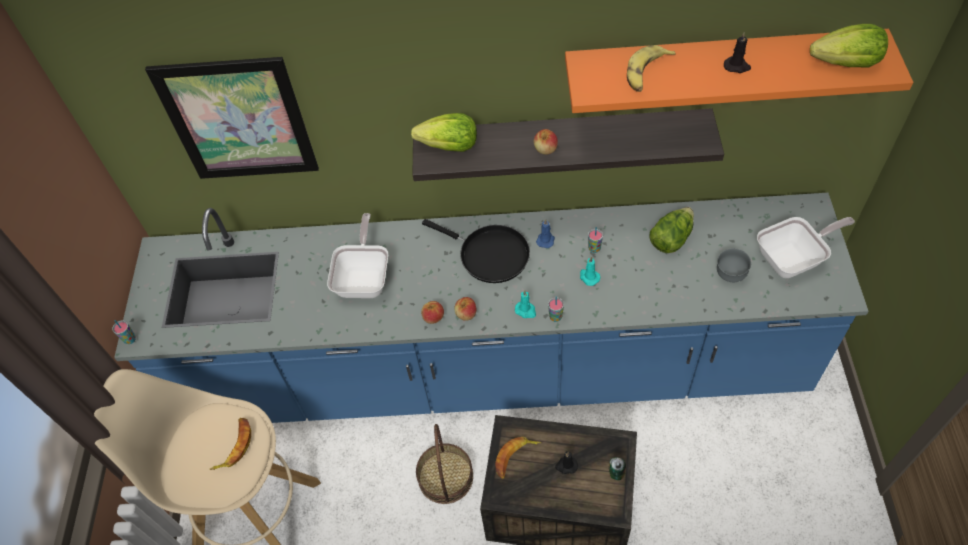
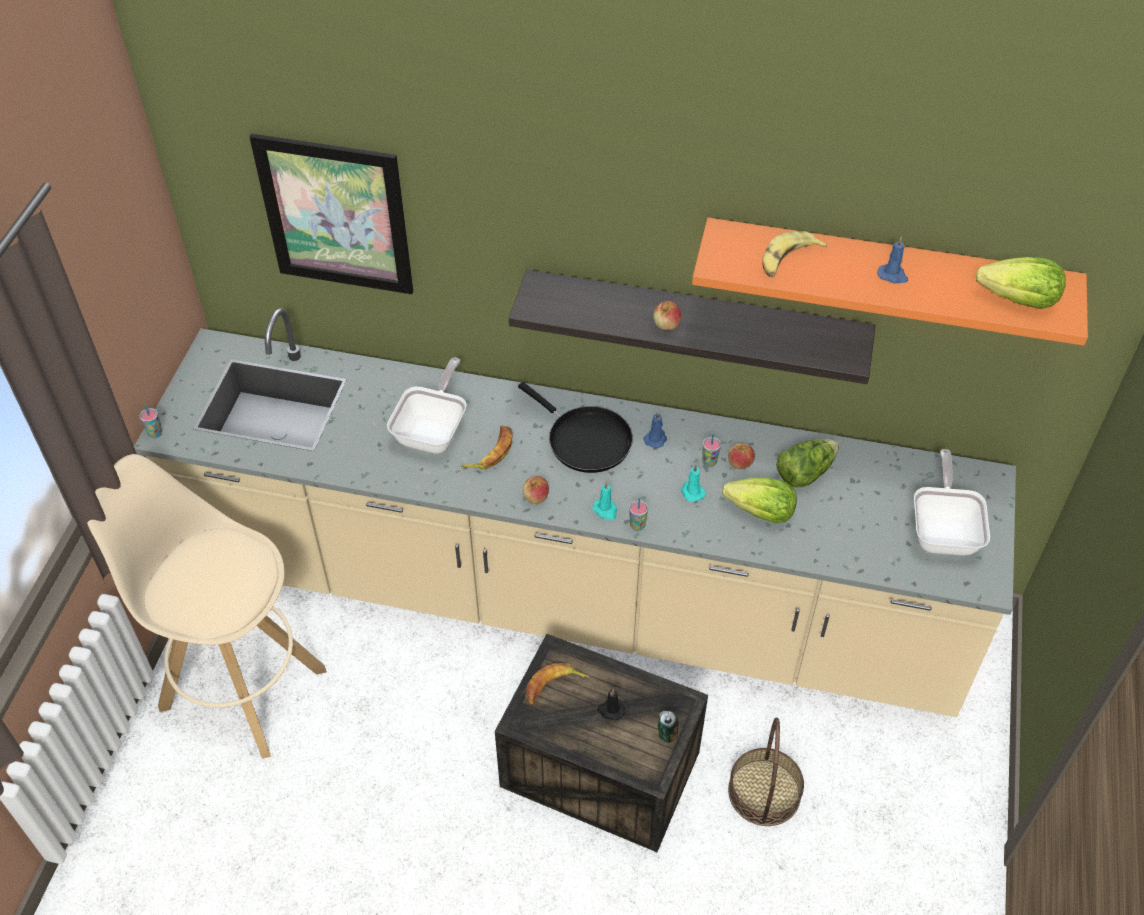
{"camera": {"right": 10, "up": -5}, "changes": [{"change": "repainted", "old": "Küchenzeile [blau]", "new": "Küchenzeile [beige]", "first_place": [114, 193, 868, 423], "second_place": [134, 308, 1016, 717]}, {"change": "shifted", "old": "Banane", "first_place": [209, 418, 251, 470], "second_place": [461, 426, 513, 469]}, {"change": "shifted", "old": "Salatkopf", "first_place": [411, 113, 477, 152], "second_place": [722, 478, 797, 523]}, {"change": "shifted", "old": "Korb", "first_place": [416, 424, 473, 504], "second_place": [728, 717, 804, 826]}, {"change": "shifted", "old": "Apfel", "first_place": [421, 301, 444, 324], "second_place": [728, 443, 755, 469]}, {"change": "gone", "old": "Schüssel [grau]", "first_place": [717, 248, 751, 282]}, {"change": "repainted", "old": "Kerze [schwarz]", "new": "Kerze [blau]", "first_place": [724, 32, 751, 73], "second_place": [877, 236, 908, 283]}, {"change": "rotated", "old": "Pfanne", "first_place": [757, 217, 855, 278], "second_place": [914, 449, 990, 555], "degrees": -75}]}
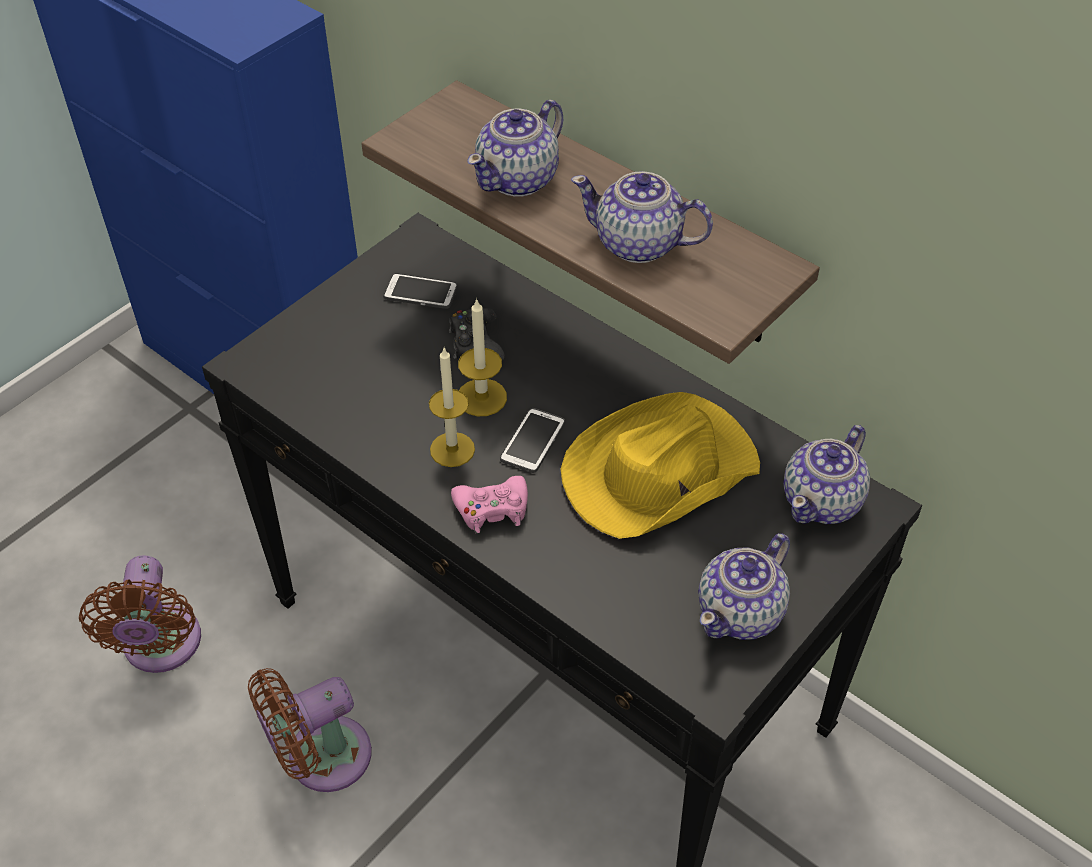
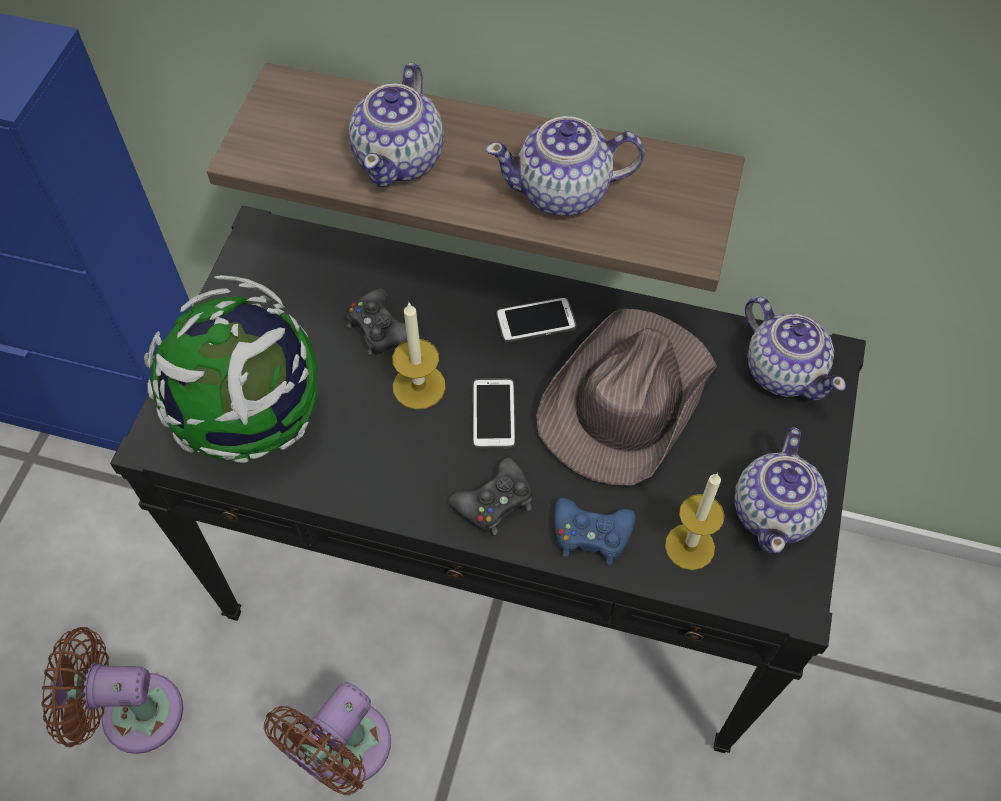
{"camera": {"right": -25, "up": 10}, "changes": [{"change": "rotated", "old": "Ventilator [braun]", "first_place": [79, 556, 201, 673], "second_place": [41, 627, 183, 754], "degrees": 120}, {"change": "shifted", "old": "Handy", "first_place": [383, 273, 458, 309], "second_place": [496, 297, 576, 343]}, {"change": "shifted", "old": "Kerze", "first_place": [429, 348, 475, 467], "second_place": [665, 473, 725, 570]}, {"change": "repainted", "old": "Gamepad [rosa]", "new": "Gamepad [schwarz]", "first_place": [451, 476, 528, 533], "second_place": [448, 458, 533, 535]}, {"change": "repainted", "old": "Hut [gelb]", "new": "Hut [braun]", "first_place": [561, 392, 760, 539], "second_place": [536, 308, 717, 486]}, {"change": "rotated", "old": "Teekanne", "first_place": [783, 425, 870, 524], "second_place": [745, 297, 846, 400], "degrees": -45}, {"change": "new", "new": "Globus", "second_place": [144, 275, 318, 463]}, {"change": "new", "new": "Gamepad [blau]", "second_place": [554, 498, 635, 565]}]}
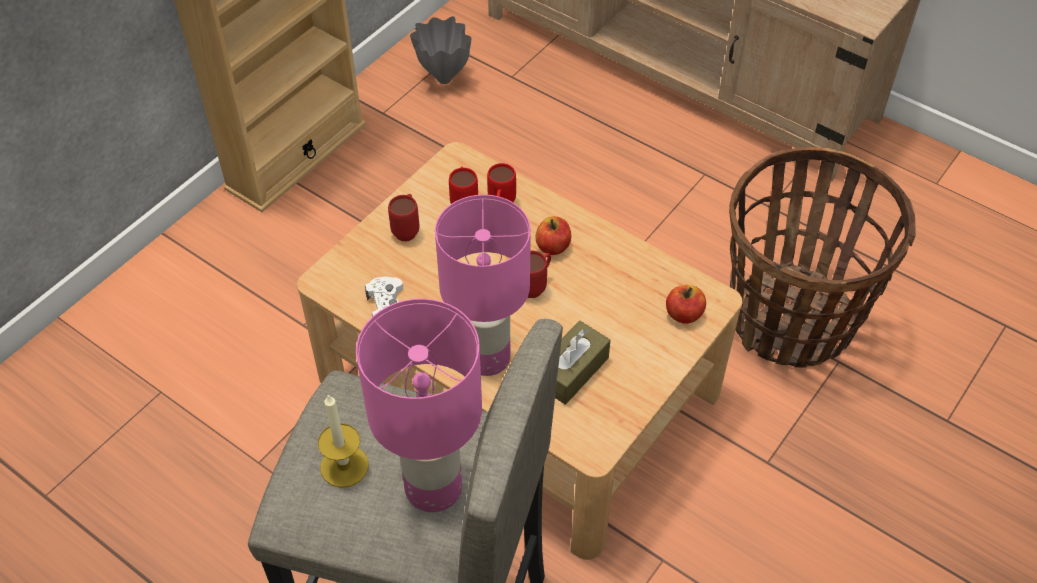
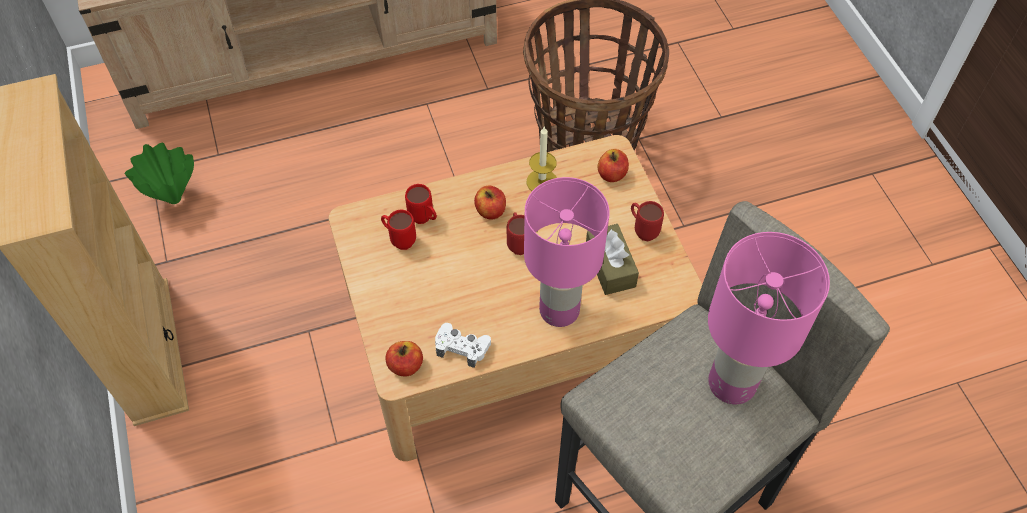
{"camera": {"right": -55, "up": 5}, "changes": [{"change": "shifted", "old": "Kerze", "first_place": [318, 394, 369, 488], "second_place": [526, 127, 557, 191]}, {"change": "shifted", "old": "Henkelbecher [rot]", "first_place": [388, 194, 419, 241], "second_place": [631, 201, 664, 241]}, {"change": "repainted", "old": "Vase [grau]", "new": "Vase [grün]", "first_place": [410, 16, 471, 84], "second_place": [124, 143, 194, 204]}, {"change": "new", "new": "Apfel", "second_place": [385, 341, 423, 377]}]}
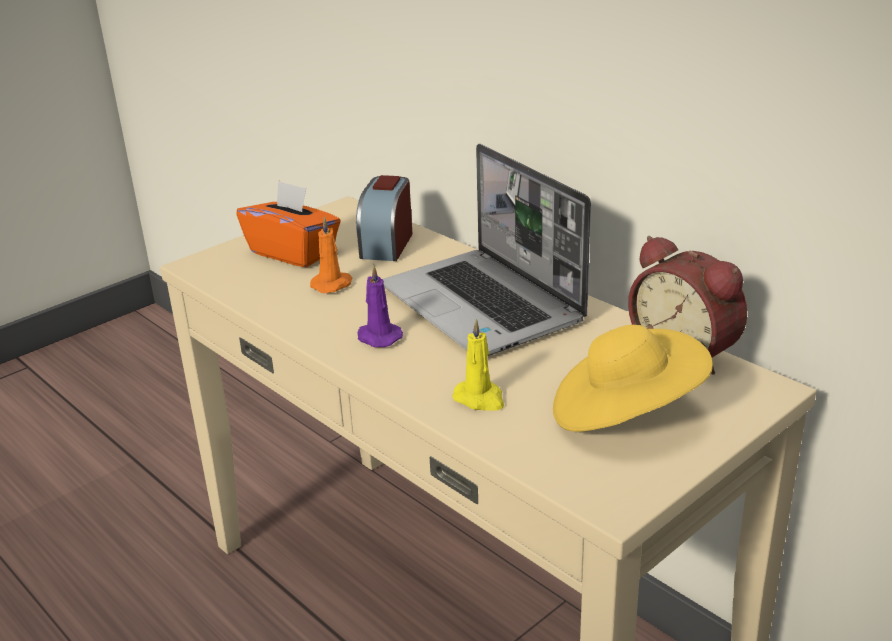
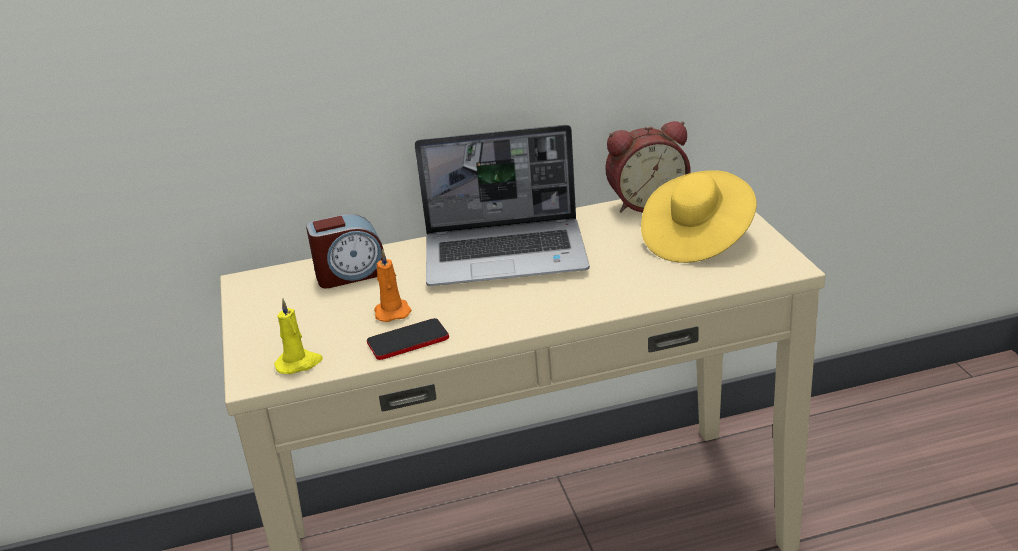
{"camera": {"right": -60, "up": 0}, "changes": [{"change": "gone", "old": "Taschentuchbox [orange]", "first_place": [236, 180, 341, 268]}, {"change": "rotated", "old": "Wecker", "first_place": [356, 175, 413, 261], "second_place": [306, 214, 384, 288], "degrees": -60}, {"change": "gone", "old": "Kerze [lila]", "first_place": [358, 264, 403, 347]}, {"change": "shifted", "old": "Kerze [gelb]", "first_place": [452, 319, 504, 411], "second_place": [274, 299, 323, 374]}, {"change": "new", "new": "Handy", "second_place": [367, 318, 449, 360]}]}
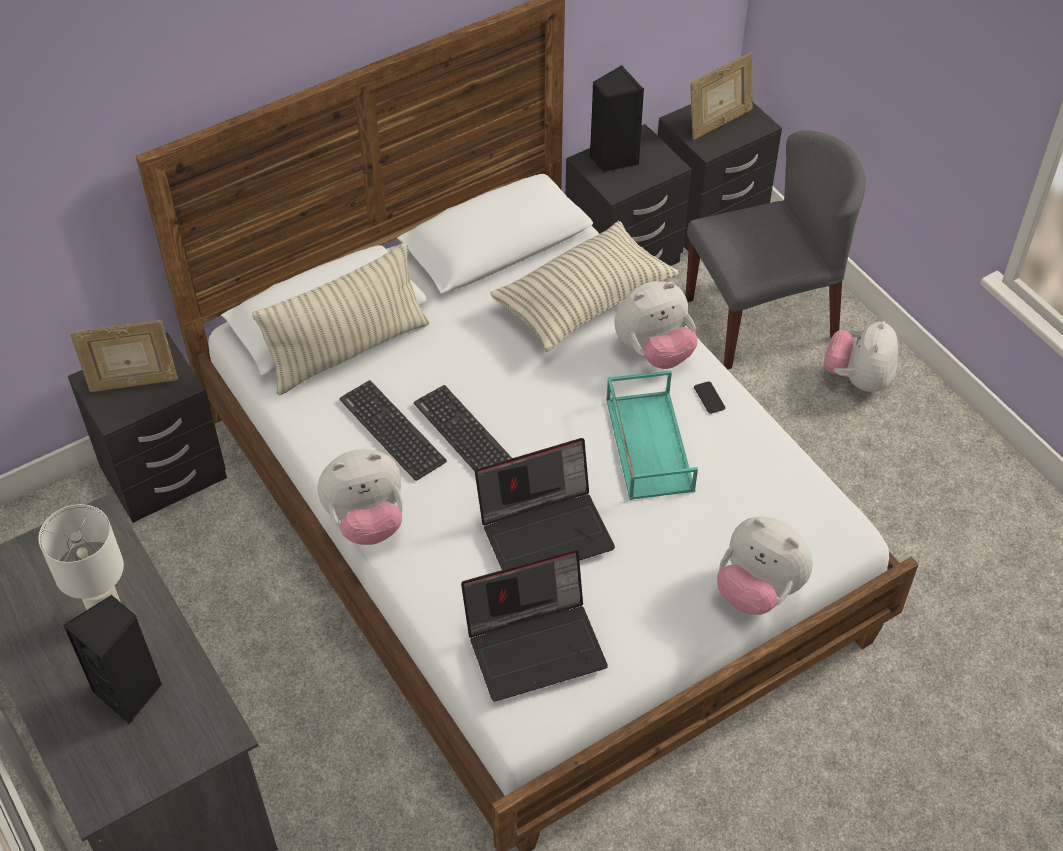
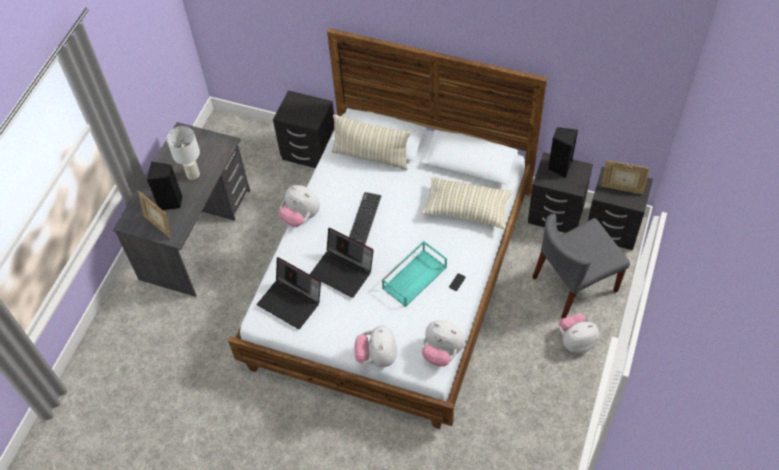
{"camera": {"right": 55, "up": 5}, "changes": [{"change": "shifted", "old": "Bilderrahmen", "first_place": [70, 320, 178, 392], "second_place": [138, 191, 172, 239]}, {"change": "gone", "old": "Tastatur", "first_place": [339, 380, 447, 481]}, {"change": "shifted", "old": "Plüschtier", "first_place": [614, 281, 698, 369], "second_place": [422, 320, 465, 367]}, {"change": "rotated", "old": "Stuhl [grau]", "first_place": [686, 130, 866, 370], "second_place": [533, 214, 630, 319], "degrees": 120}]}
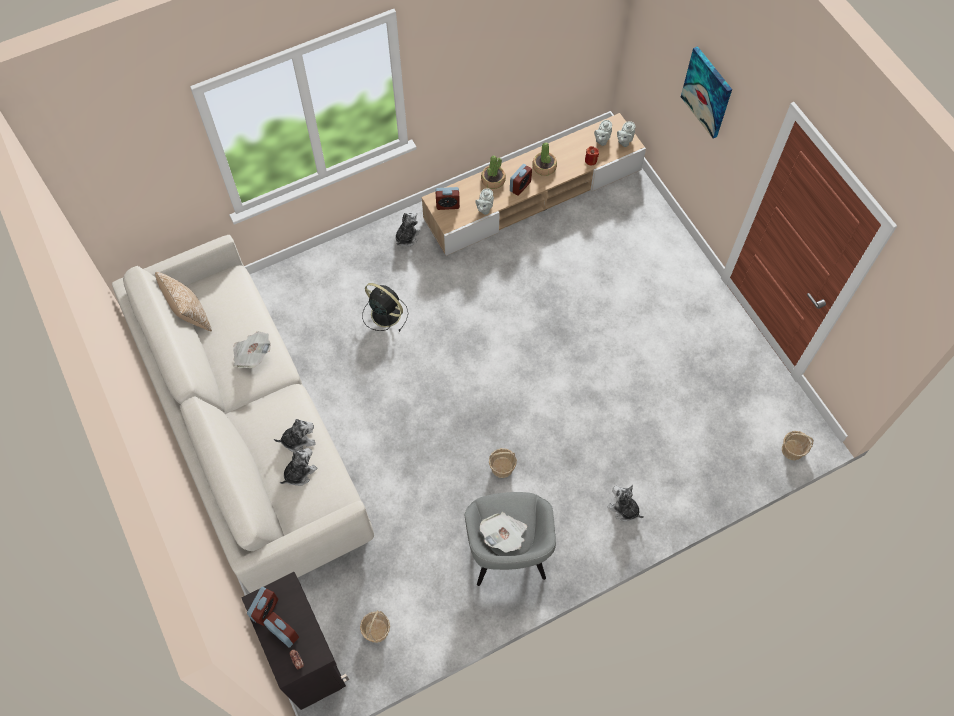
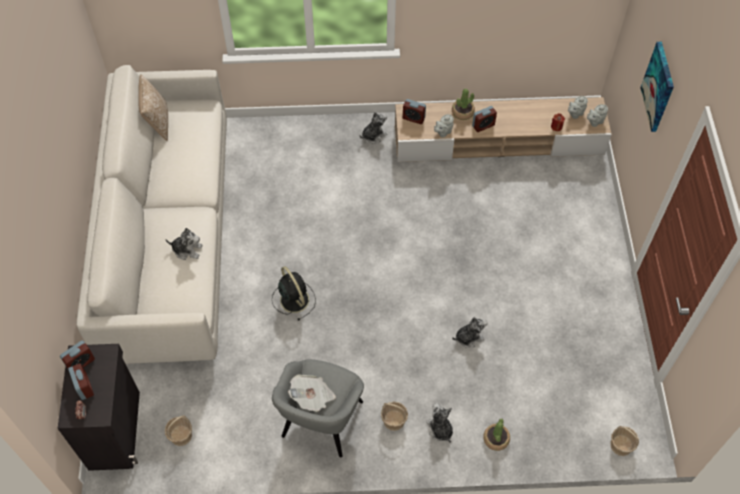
{"camera": {"right": 25, "up": -5}, "changes": [{"change": "gone", "old": "Zeitung", "first_place": [233, 331, 271, 368]}, {"change": "shifted", "old": "Plüschtier", "first_place": [280, 448, 317, 486], "second_place": [452, 317, 488, 348]}, {"change": "shifted", "old": "Ventilator [schwarz]", "first_place": [362, 283, 408, 332], "second_place": [272, 266, 316, 321]}, {"change": "shifted", "old": "Korb", "first_place": [489, 448, 517, 478], "second_place": [381, 402, 408, 431]}, {"change": "shifted", "old": "Topfpflanze", "first_place": [532, 142, 557, 176], "second_place": [483, 418, 510, 451]}]}
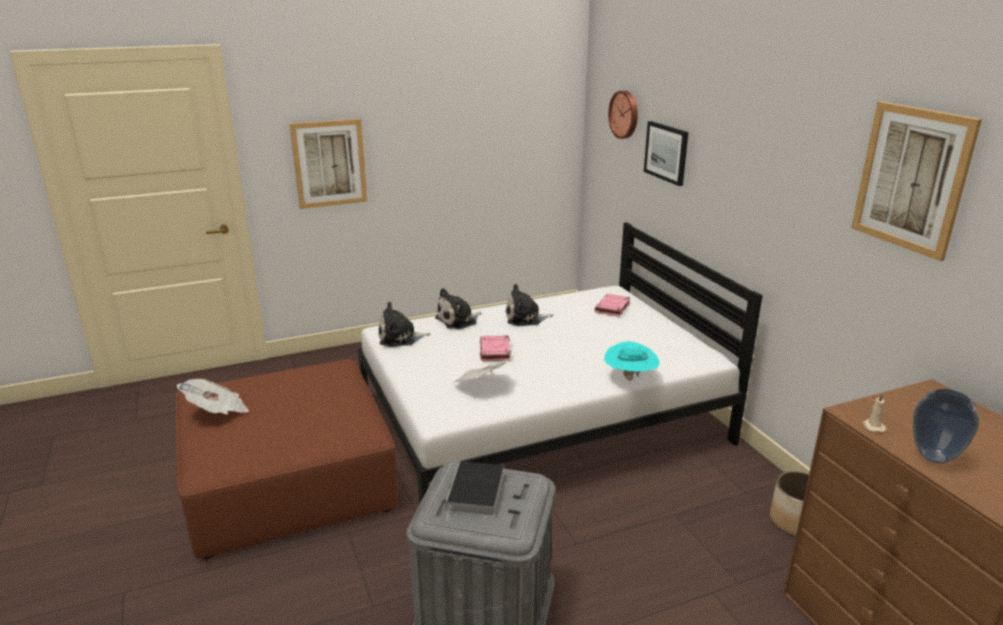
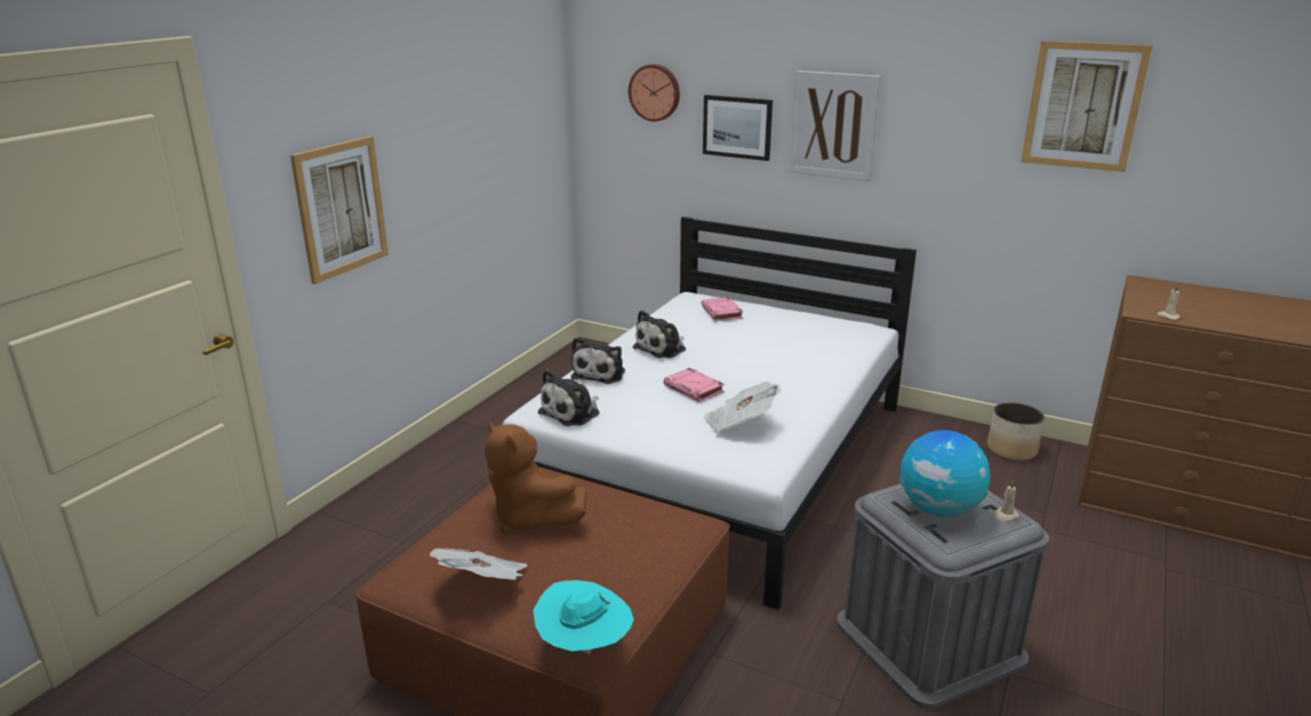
{"camera": {"right": -40, "up": 0}, "changes": [{"change": "swapped", "old": "Buch", "new": "Globus", "first_place": [445, 461, 504, 521], "second_place": [900, 430, 990, 517]}, {"change": "shifted", "old": "Hut [türkis]", "first_place": [604, 341, 660, 381], "second_place": [533, 580, 634, 654]}, {"change": "gone", "old": "Vase", "first_place": [912, 389, 979, 464]}, {"change": "new", "new": "Plüschtier [braun]", "second_place": [485, 421, 587, 534]}, {"change": "new", "new": "Bild", "second_place": [790, 71, 881, 181]}, {"change": "new", "new": "Kerze [beige]", "second_place": [994, 481, 1019, 522]}]}
